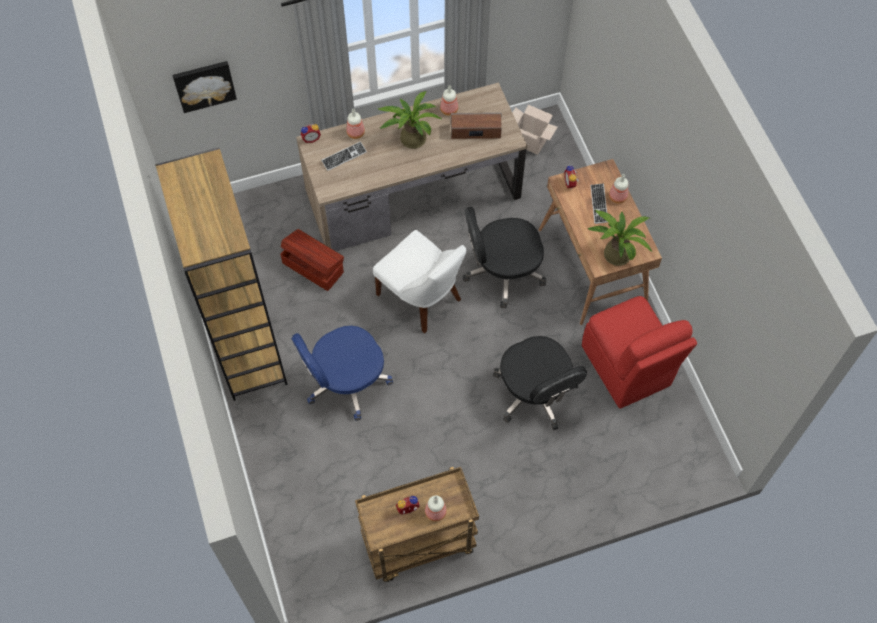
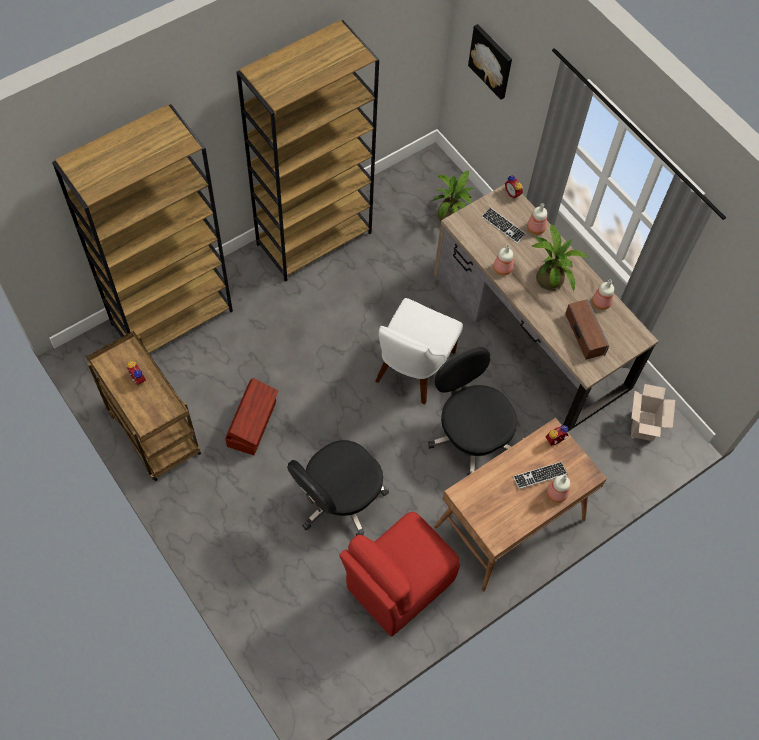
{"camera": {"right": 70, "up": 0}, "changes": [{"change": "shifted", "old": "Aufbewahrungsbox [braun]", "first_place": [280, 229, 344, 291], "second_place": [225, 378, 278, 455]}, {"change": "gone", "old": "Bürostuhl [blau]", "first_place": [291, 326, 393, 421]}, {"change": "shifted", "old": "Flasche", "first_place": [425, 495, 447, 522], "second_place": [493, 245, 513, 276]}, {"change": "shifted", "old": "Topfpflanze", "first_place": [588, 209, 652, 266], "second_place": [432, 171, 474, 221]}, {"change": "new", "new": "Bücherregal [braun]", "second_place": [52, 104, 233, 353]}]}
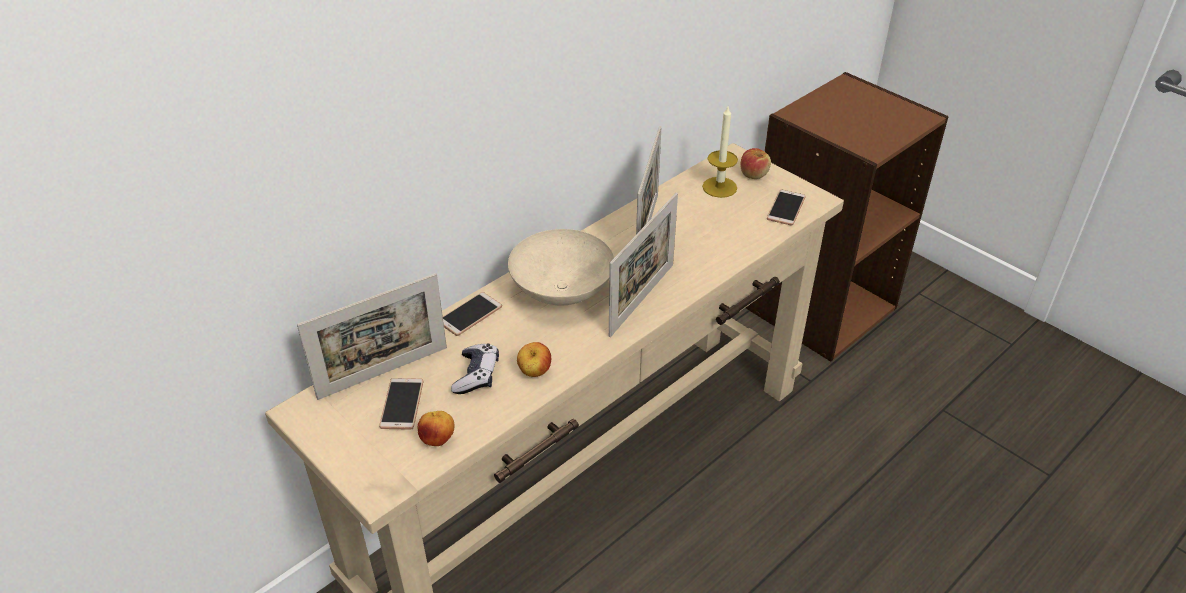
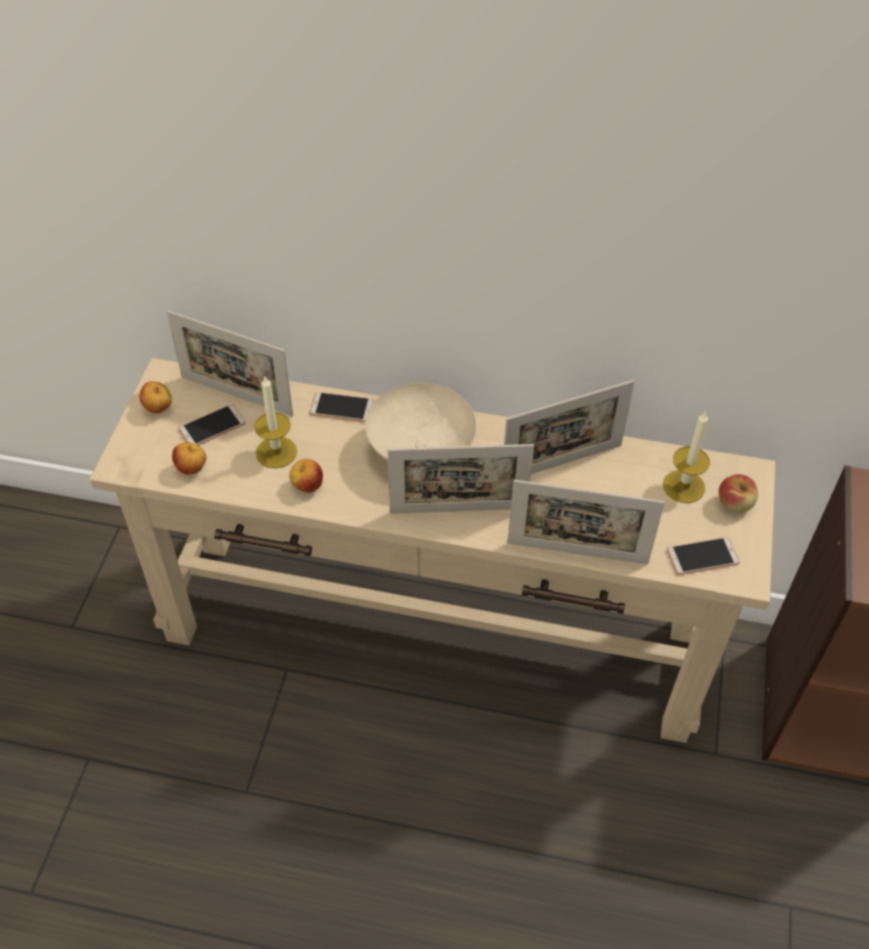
{"camera": {"right": 55, "up": 10}, "changes": [{"change": "swapped", "old": "Gamepad", "new": "Kerze", "first_place": [451, 344, 499, 394], "second_place": [254, 377, 297, 468]}, {"change": "new", "new": "Apfel", "second_place": [140, 381, 172, 413]}, {"change": "new", "new": "Bilderrahmen", "second_place": [507, 480, 665, 565]}]}
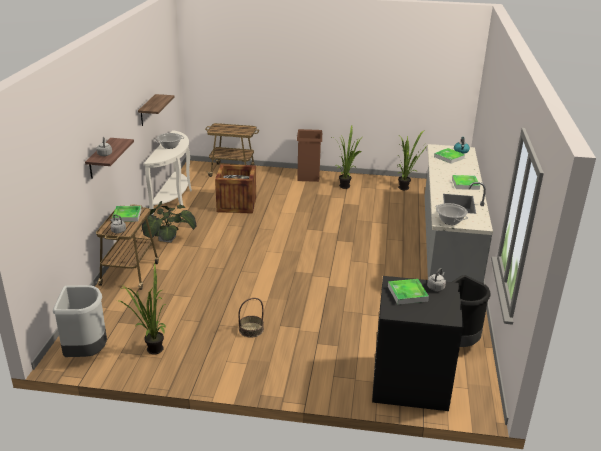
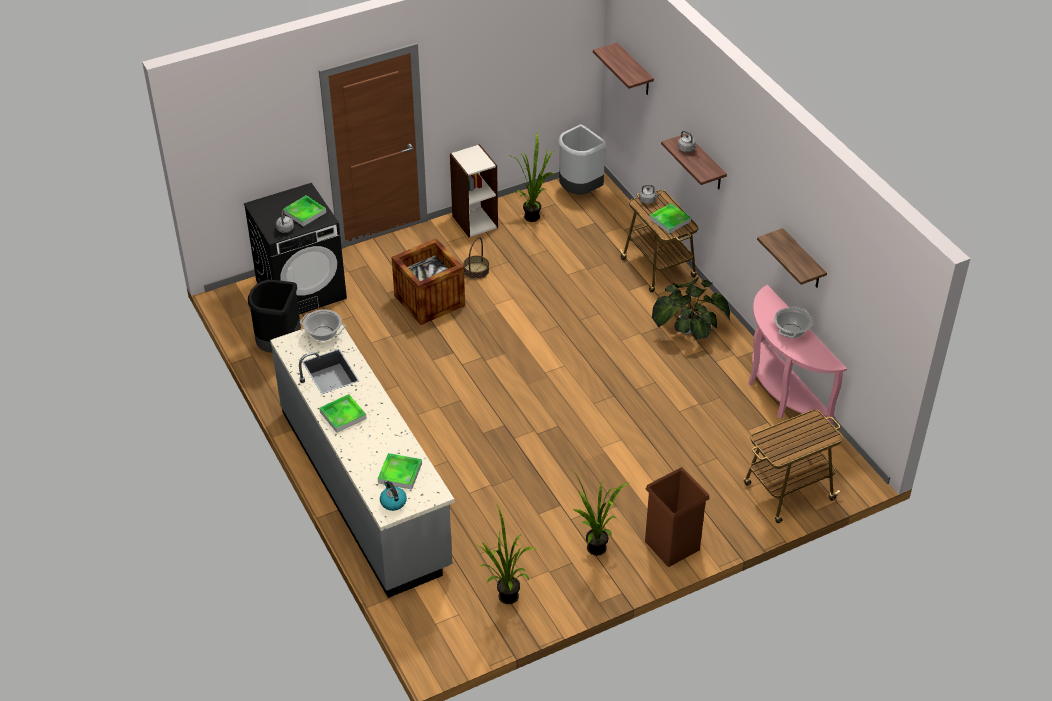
{"camera": {"right": 145, "up": 15}, "changes": [{"change": "repainted", "old": "Konsolentisch [weiß]", "new": "Konsolentisch [rosa]", "first_place": [144, 130, 192, 215], "second_place": [749, 285, 847, 425]}, {"change": "shifted", "old": "Kiste", "first_place": [215, 164, 256, 214], "second_place": [391, 238, 465, 325]}, {"change": "new", "new": "Bücherregal", "second_place": [450, 144, 498, 237]}, {"change": "new", "new": "Wandregal", "second_place": [593, 43, 654, 95]}]}
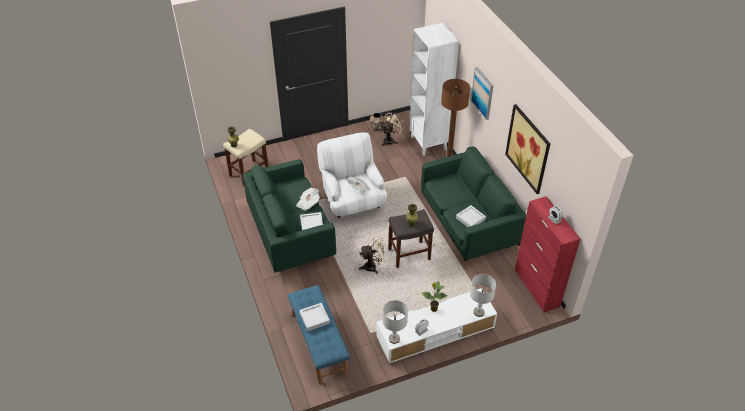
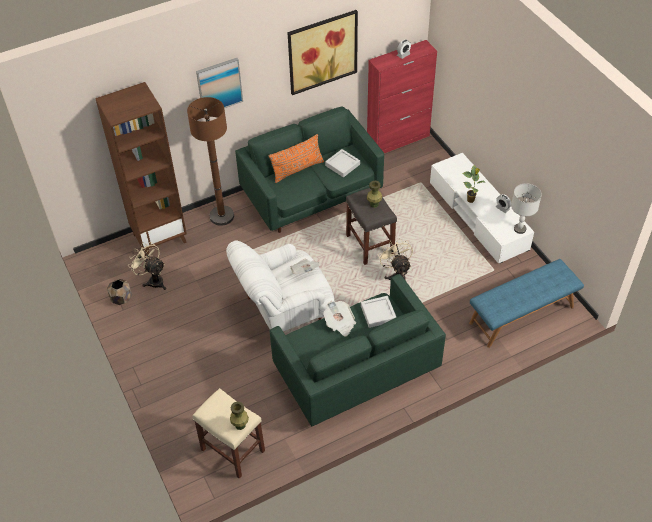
{"camera": {"right": -95, "up": 5}, "changes": [{"change": "gone", "old": "Tablett [grau]", "first_place": [300, 303, 330, 331]}, {"change": "repainted", "old": "Bücherregal [weiß]", "new": "Bücherregal [braun]", "first_place": [410, 23, 459, 156], "second_place": [95, 82, 187, 258]}, {"change": "gone", "old": "Tischlampe [grau]", "first_place": [470, 274, 496, 317]}, {"change": "new", "new": "Kissen [orange]", "second_place": [269, 134, 324, 183]}]}
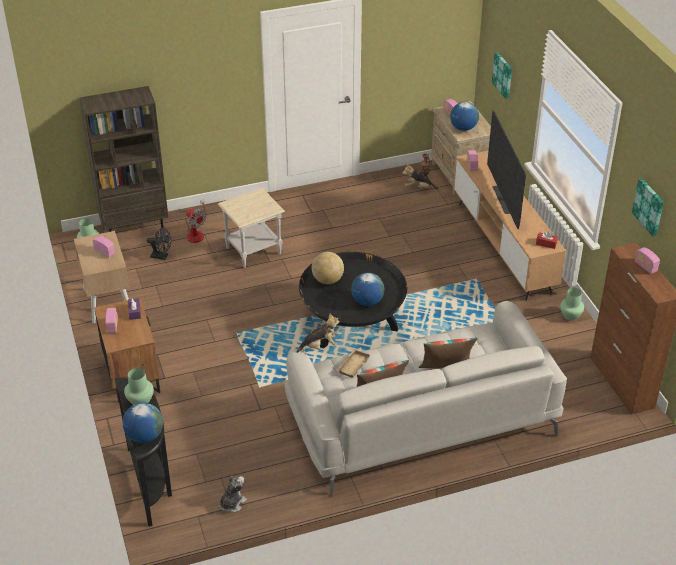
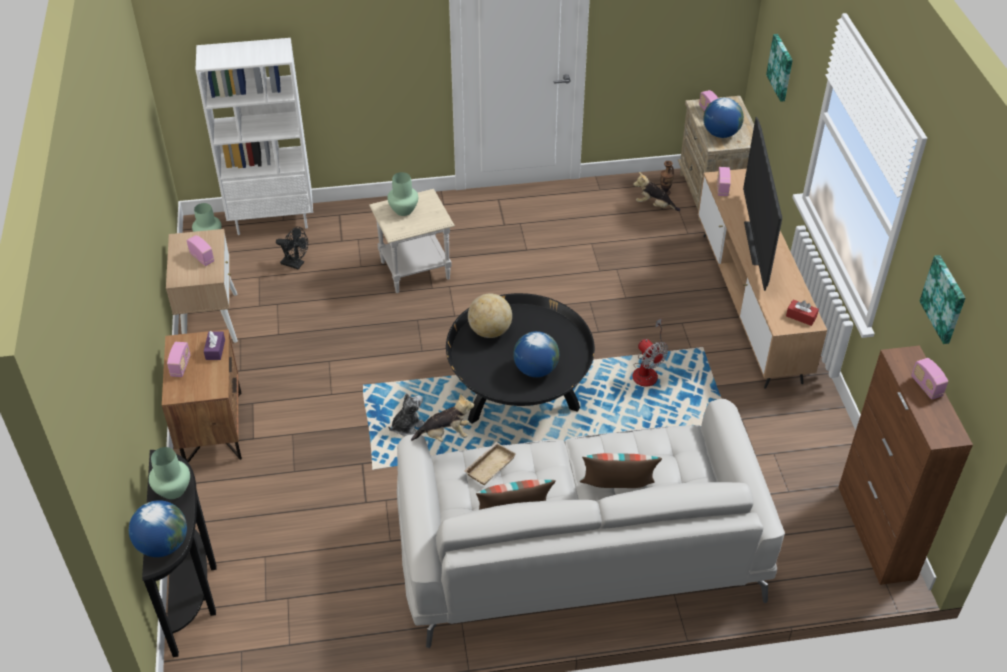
{"camera": {"right": 10, "up": 5}, "changes": [{"change": "repainted", "old": "Bücherregal [braun]", "new": "Bücherregal [weiß]", "first_place": [79, 86, 169, 232], "second_place": [196, 38, 313, 235]}, {"change": "shifted", "old": "Ventilator", "first_place": [186, 199, 208, 243], "second_place": [632, 318, 668, 386]}, {"change": "shifted", "old": "Plüschtier", "first_place": [219, 476, 247, 513], "second_place": [388, 393, 425, 436]}, {"change": "shifted", "old": "Vase [grün]", "first_place": [560, 288, 584, 321], "second_place": [387, 172, 418, 216]}]}
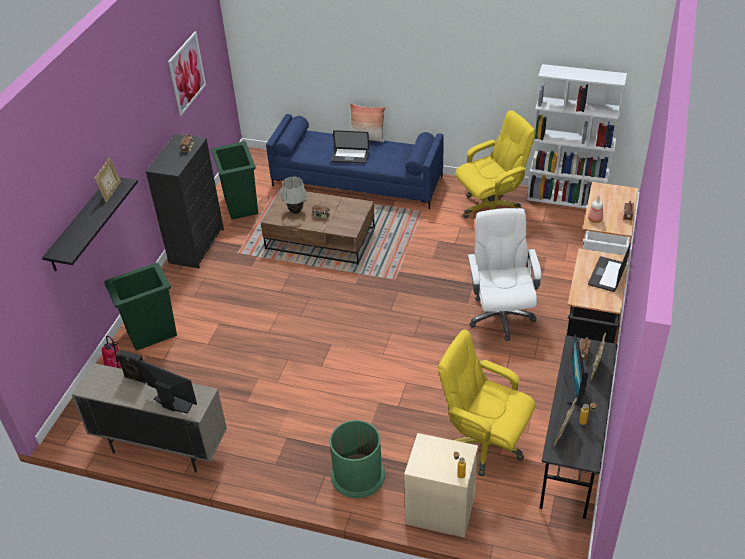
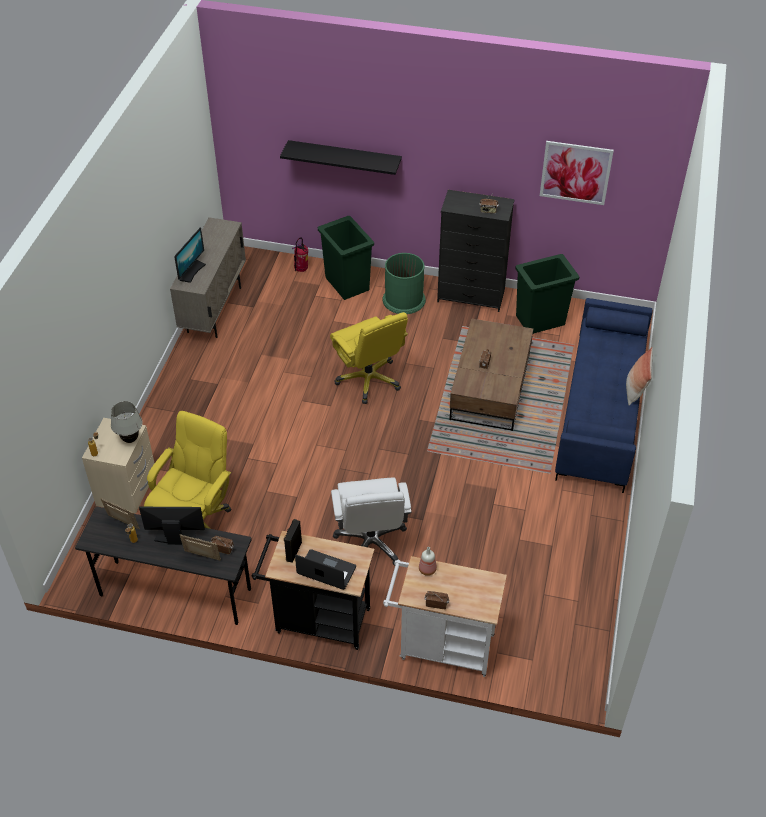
{"camera": {"right": 85, "up": 5}, "changes": [{"change": "gone", "old": "Bilderrahmen", "first_place": [94, 157, 121, 202]}, {"change": "shifted", "old": "Lautsprecher [schwarz]", "first_place": [117, 350, 147, 383], "second_place": [284, 519, 302, 563]}, {"change": "shifted", "old": "Tischlampe [weiß]", "first_place": [281, 177, 307, 214], "second_place": [111, 401, 143, 443]}, {"change": "shifted", "old": "Mülleimer [grün]", "first_place": [330, 420, 385, 498], "second_place": [383, 253, 426, 314]}, {"change": "gone", "old": "Laptop", "first_place": [331, 130, 369, 164]}, {"change": "shifted", "old": "Bürostuhl [gelb]", "first_place": [455, 110, 536, 218], "second_place": [330, 312, 408, 404]}, {"change": "rotated", "old": "Bürostuhl [weiß]", "first_place": [468, 208, 541, 341], "second_place": [331, 477, 412, 566], "degrees": 90}, {"change": "gone", "old": "Bücherregal [weiß]", "first_place": [527, 64, 627, 209]}]}
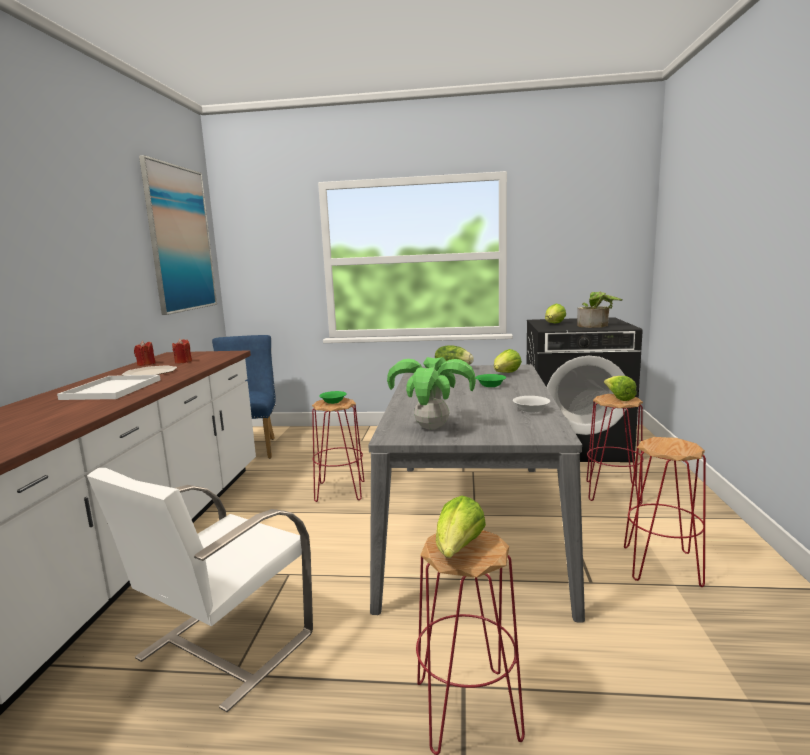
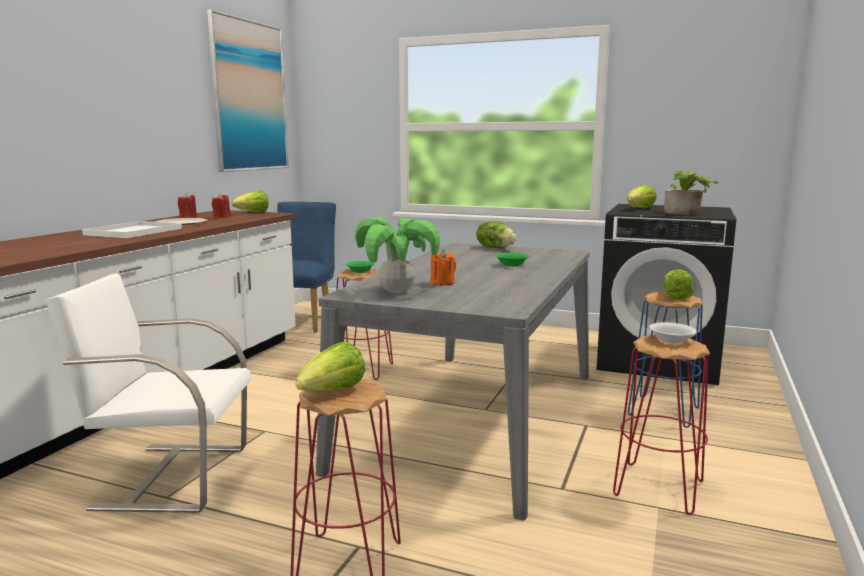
{"camera": {"right": 15, "up": 0}, "changes": [{"change": "rotated", "old": "Stuhl [weiß]", "first_place": [87, 468, 313, 712], "second_place": [46, 273, 251, 513], "degrees": 45}, {"change": "shifted", "old": "Salatkopf", "first_place": [494, 349, 522, 373], "second_place": [231, 190, 269, 213]}, {"change": "shifted", "old": "Schüssel [weiß]", "first_place": [513, 396, 550, 413], "second_place": [649, 322, 697, 344]}, {"change": "repainted", "old": "Hocker [rot]", "new": "Hocker [blau]", "first_place": [586, 394, 644, 504], "second_place": [628, 292, 703, 428]}, {"change": "new", "new": "Kerze [orange]", "second_place": [431, 250, 456, 286]}]}
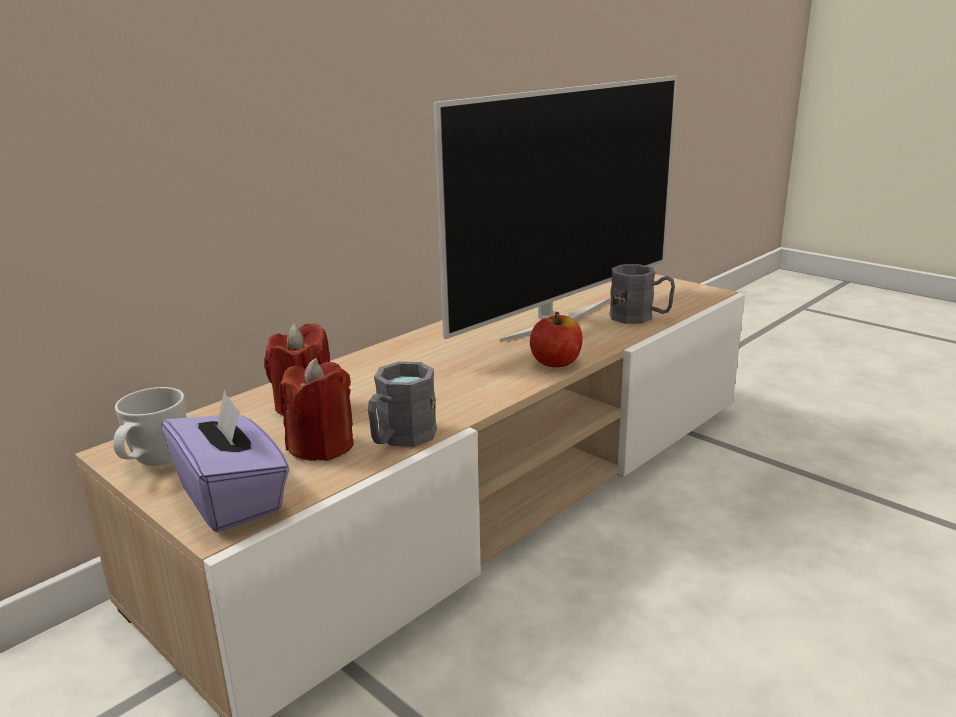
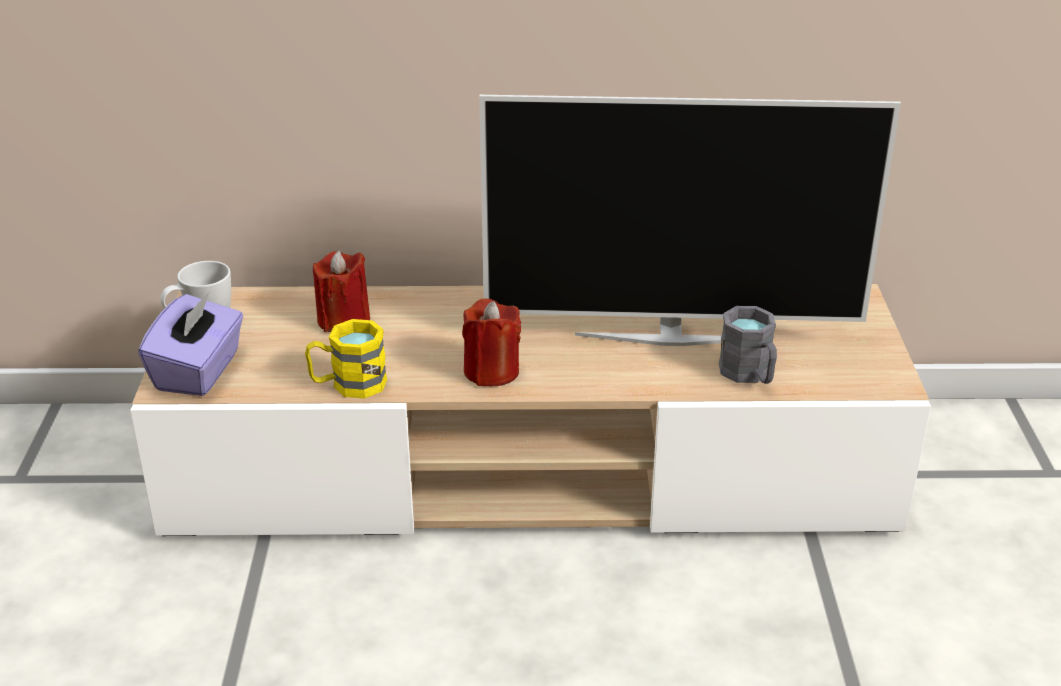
{"camera": {"right": 45, "up": 10}, "changes": [{"change": "shifted", "old": "Kerze [rot]", "first_place": [279, 358, 354, 461], "second_place": [462, 299, 521, 386]}, {"change": "repainted", "old": "Henkelbecher [grau]", "new": "Henkelbecher [gelb]", "first_place": [368, 361, 437, 447], "second_place": [305, 319, 387, 399]}, {"change": "gone", "old": "Apfel", "first_place": [530, 312, 583, 367]}]}
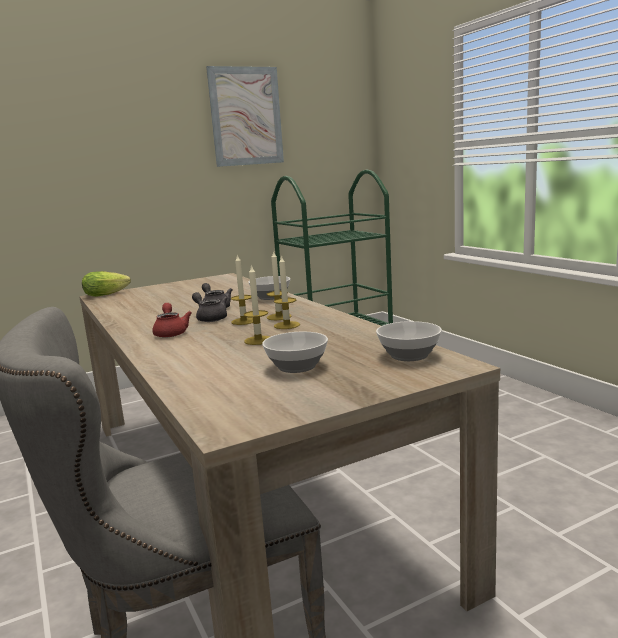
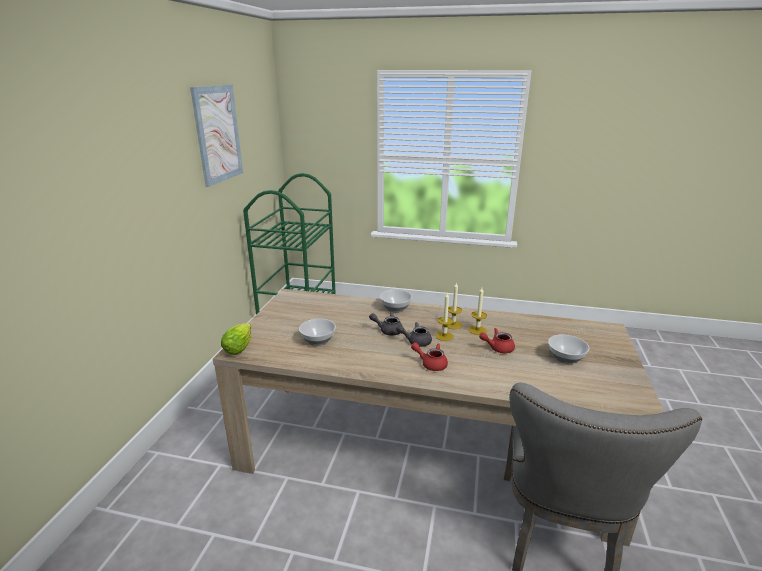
{"camera": {"right": -50, "up": 10}, "changes": [{"change": "swapped", "old": "Kerze", "new": "Teekanne [rot]", "first_place": [244, 265, 270, 345], "second_place": [479, 328, 515, 353]}, {"change": "shifted", "old": "Schüssel", "first_place": [376, 321, 442, 361], "second_place": [299, 319, 336, 346]}]}
